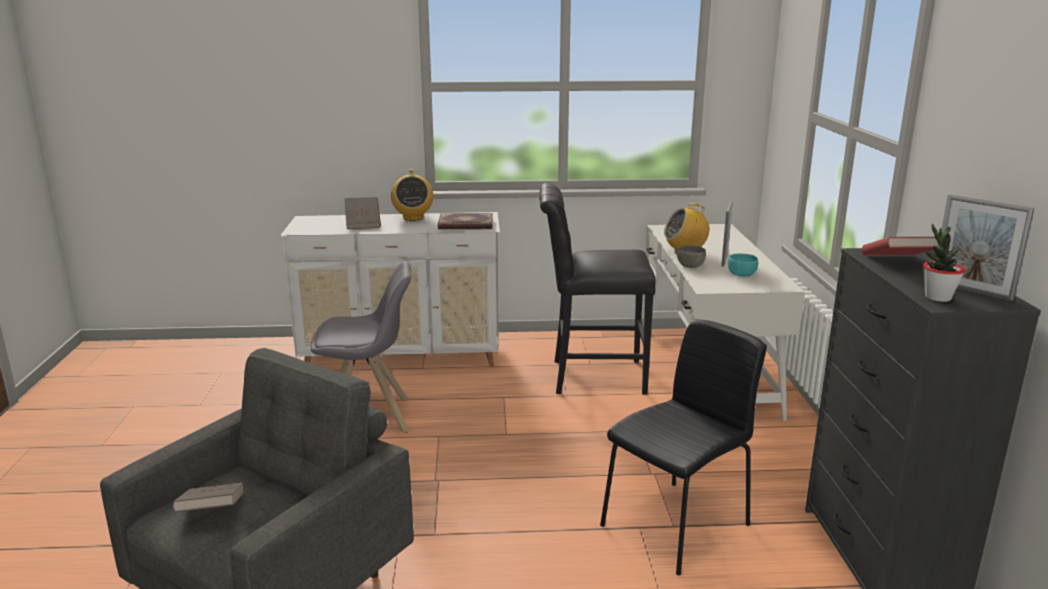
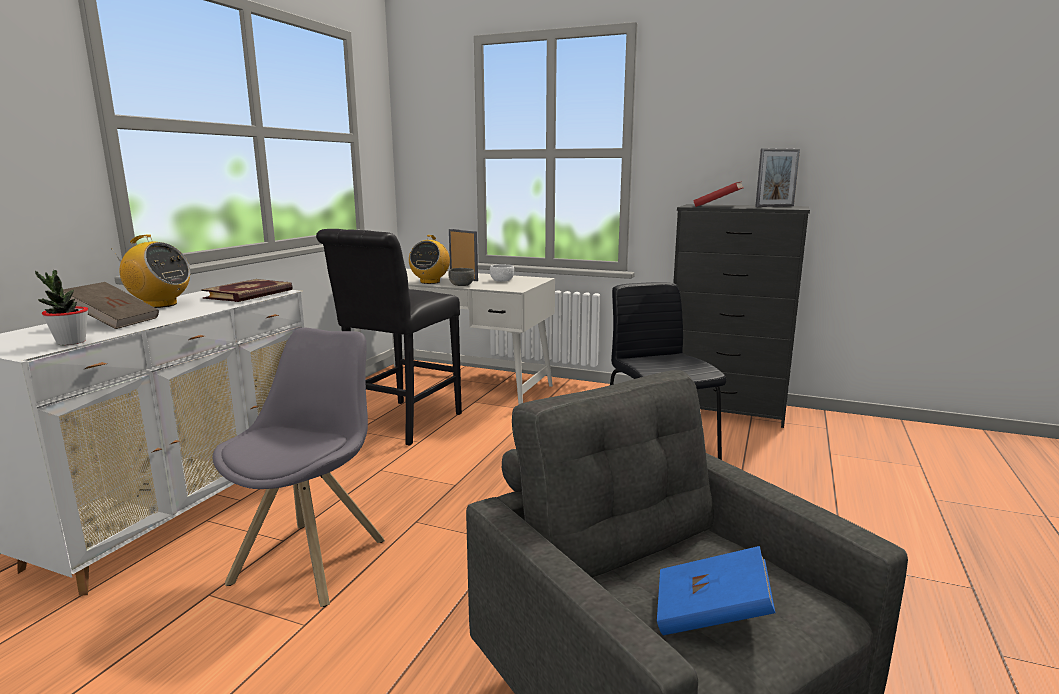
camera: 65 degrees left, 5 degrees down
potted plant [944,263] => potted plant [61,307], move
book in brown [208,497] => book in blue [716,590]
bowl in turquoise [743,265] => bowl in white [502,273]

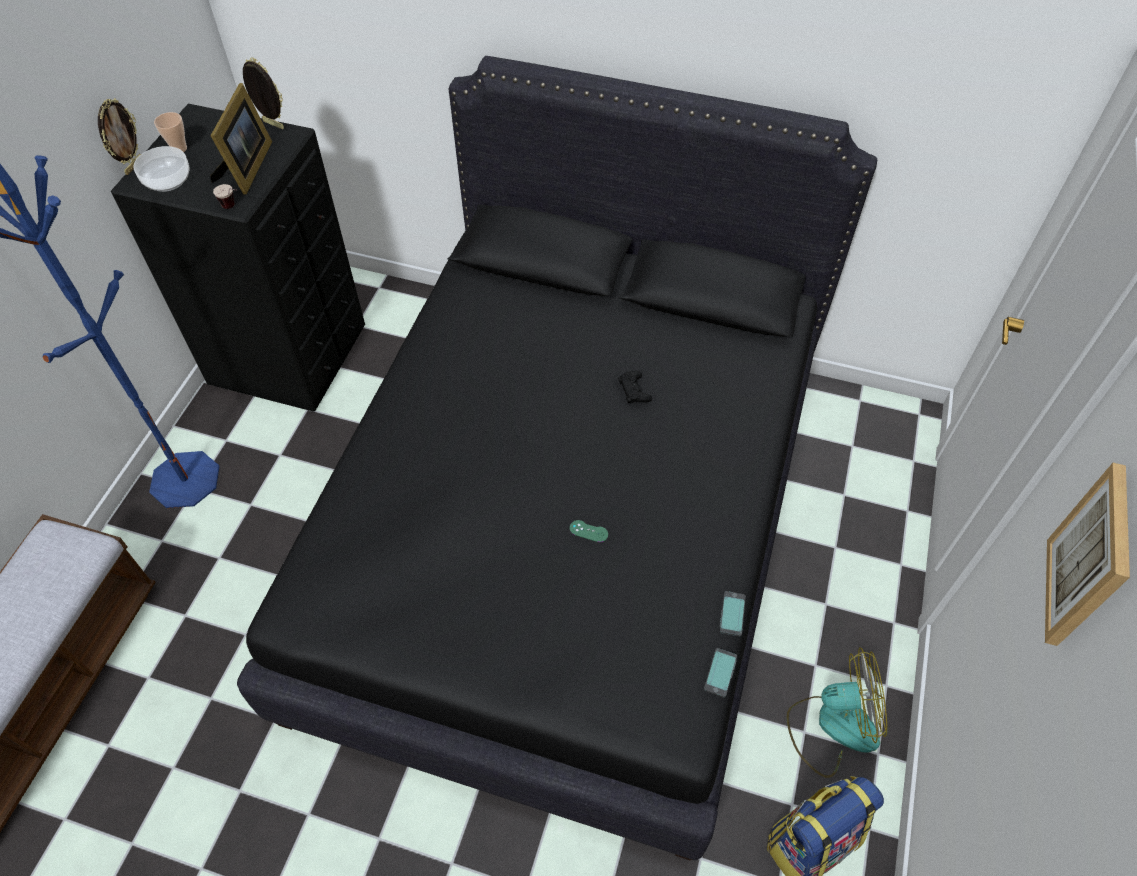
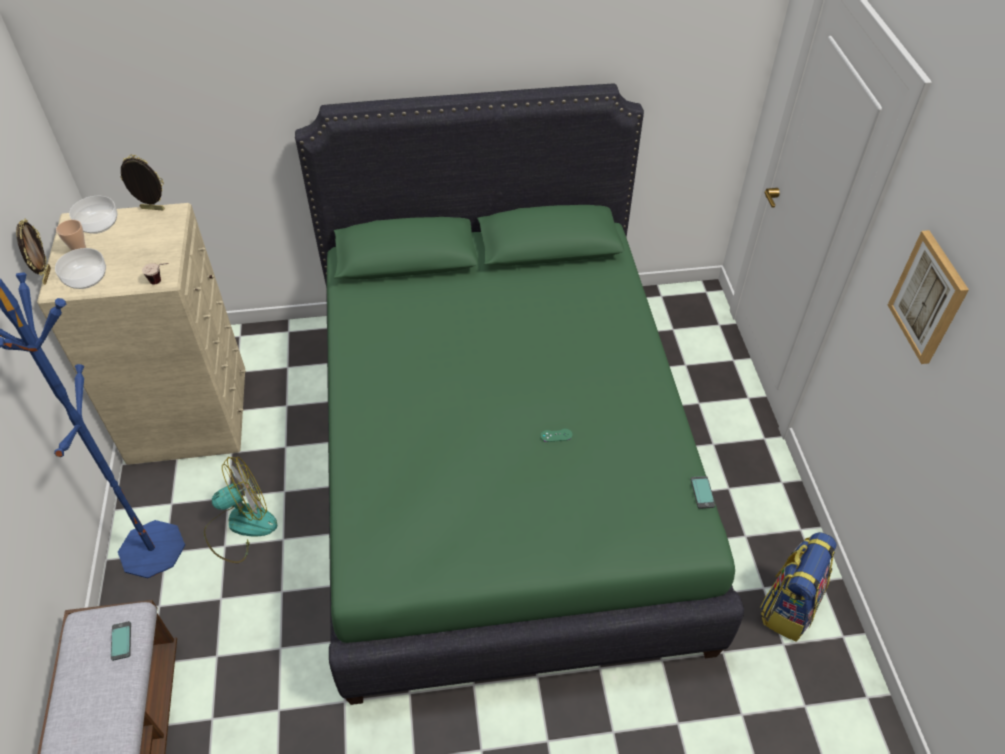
camera: 25 degrees left, 5 degrees down
picture frame [241,139] => nothing
game controller in black [635,387] => nothing
nothing => bowl [93,215]
phone [733,613] => phone [121,641], move
fan [837,712] => fan [241,510], move
dresser in black [238,258] => dresser in beige [141,334]
bed in black [557,458] => bed in green [519,394]

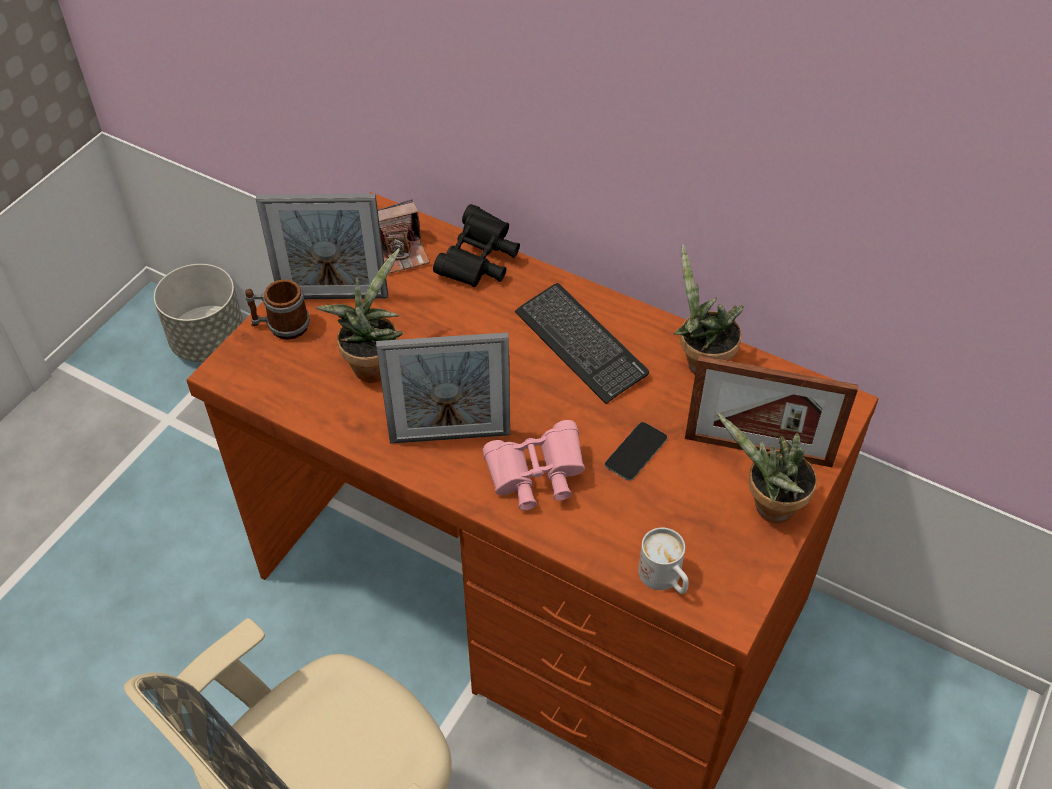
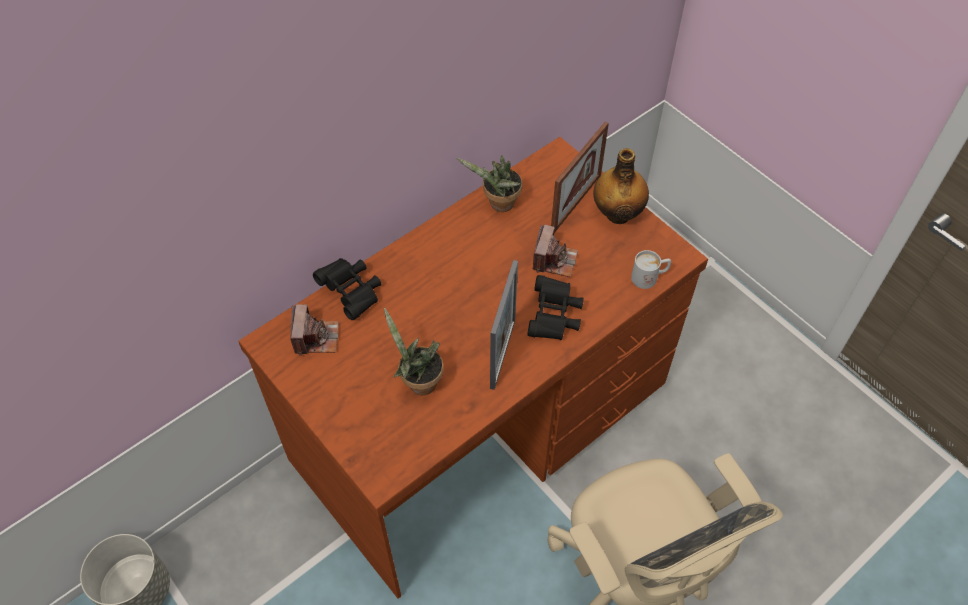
camera: 70 degrees left, 5 degrees up
mug [277,309] => nothing
picture frame [322,246] => nothing
keyboard [582,343] => nothing
phone [636,451] => photo camera [555,250]
potted plant [767,468] => bottle [621,186]
binoculars in pink [534,465] => binoculars in black [556,307]

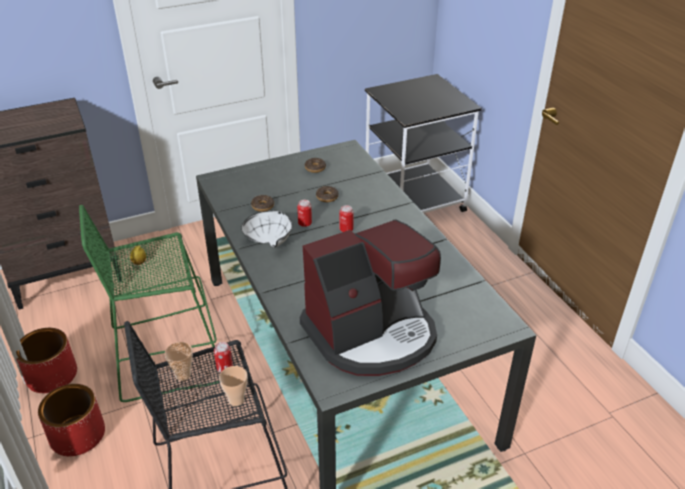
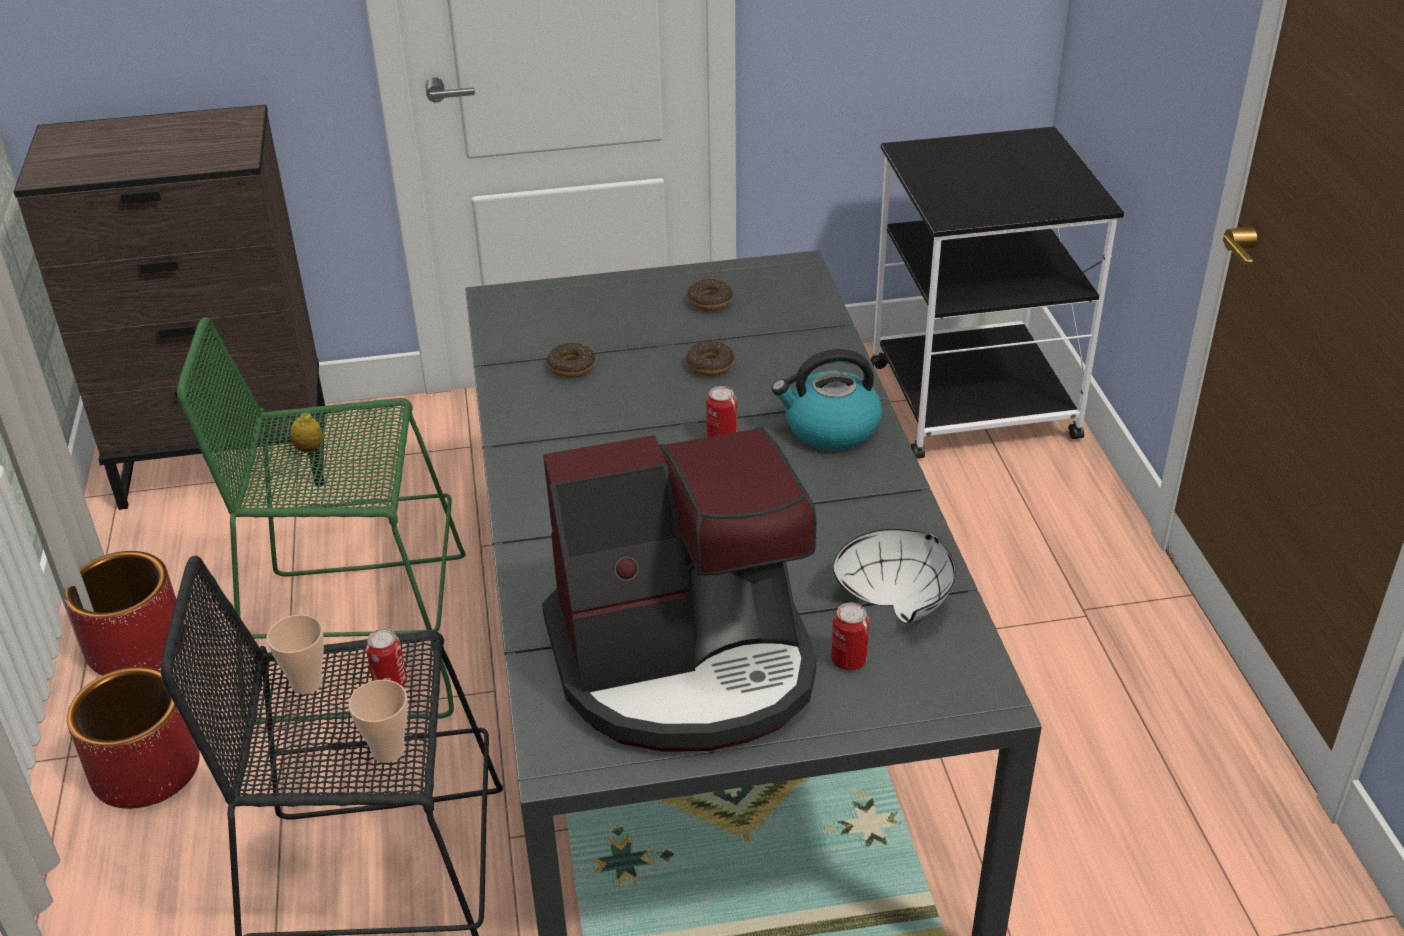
camera: 15 degrees right, 0 degrees up
nothing => kettle [827,399]
bowl in white [266,229] => bowl in white [894,576], move
can [304,213] => can [850,636], move

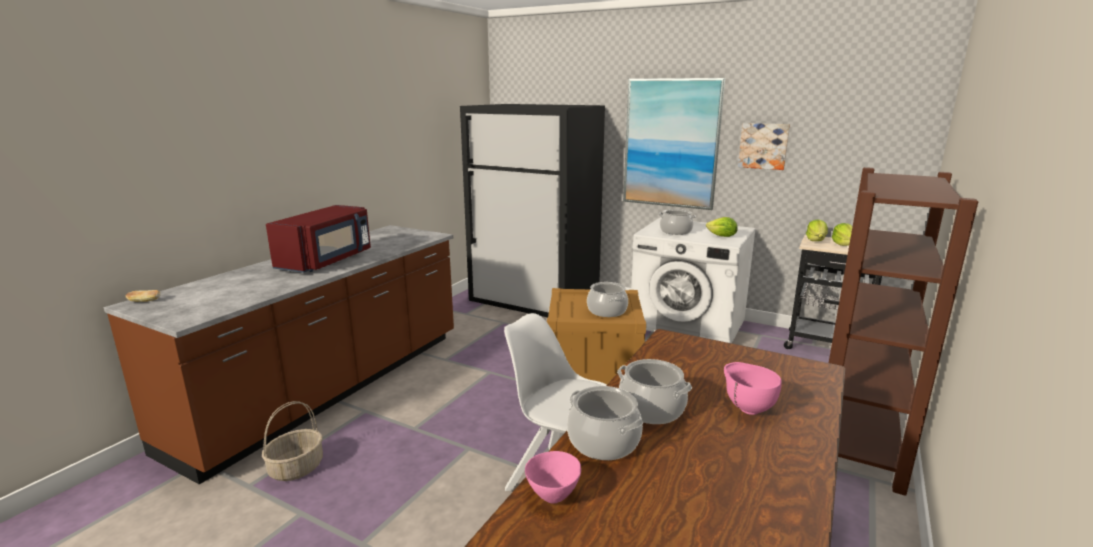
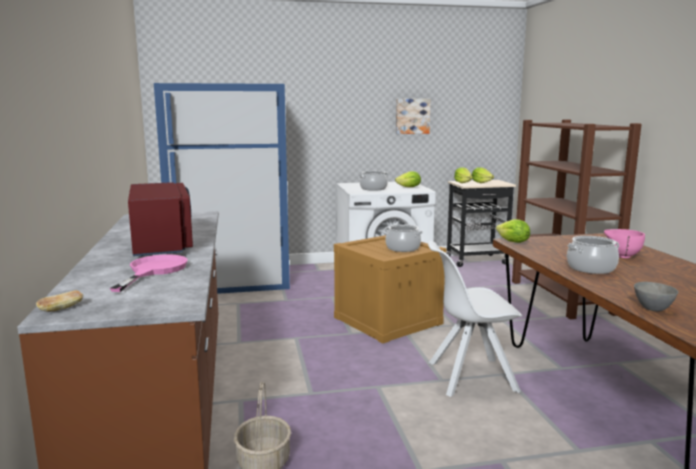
camera: 40 degrees left, 5 degrees down
cooking pot [605,423] => nothing
picture [674,144] => nothing
nothing => frying pan in pink [149,273]
nothing => lettuce [513,231]
fridge in black [532,210] => fridge in blue [222,188]
bowl in pink [553,477] => bowl in grey [656,297]

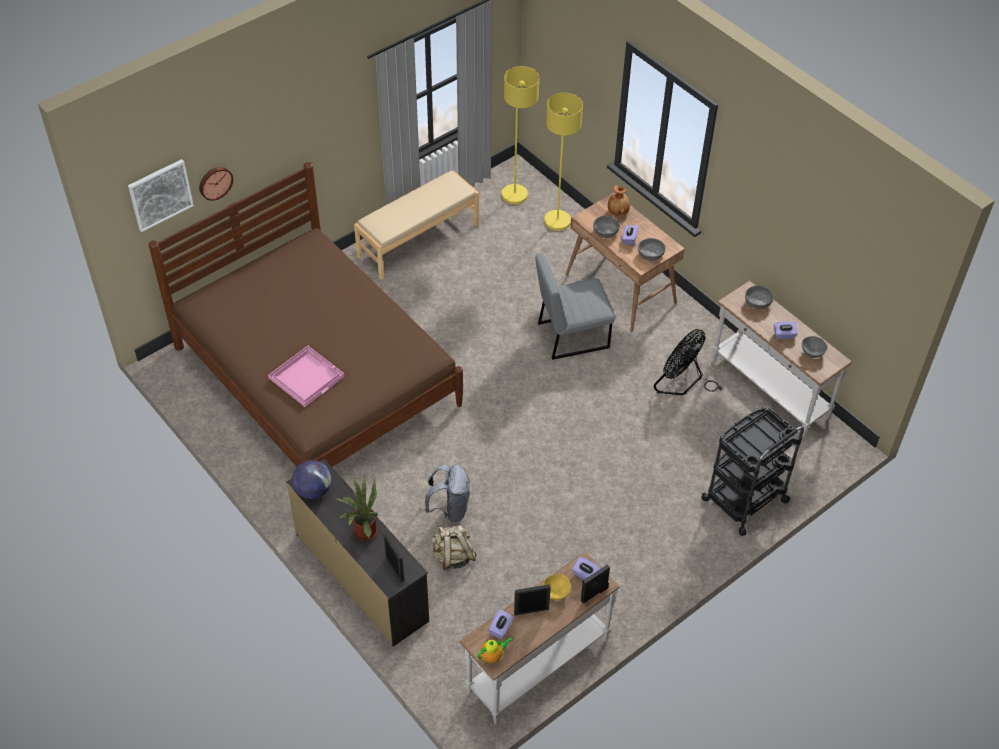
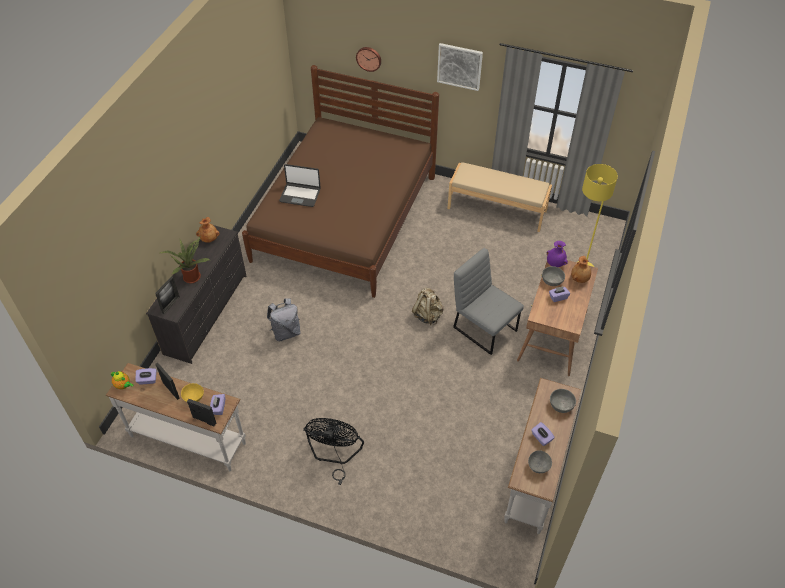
camera: 60 degrees right, 0 degrees up
floor lamp in yellow [520,135] => nothing
bowl in grey [651,249] => nothing
cart in black [752,471] => nothing
nothing => vase in purple [557,254]
picture [161,195] => picture [460,67], move
backpack in beige [454,548] => backpack in beige [428,306], move
fan in black [688,362] => fan in black [333,451], move
tray in pink [306,376] => laptop [300,185]
globe [311,479] => vase in brown [208,230]

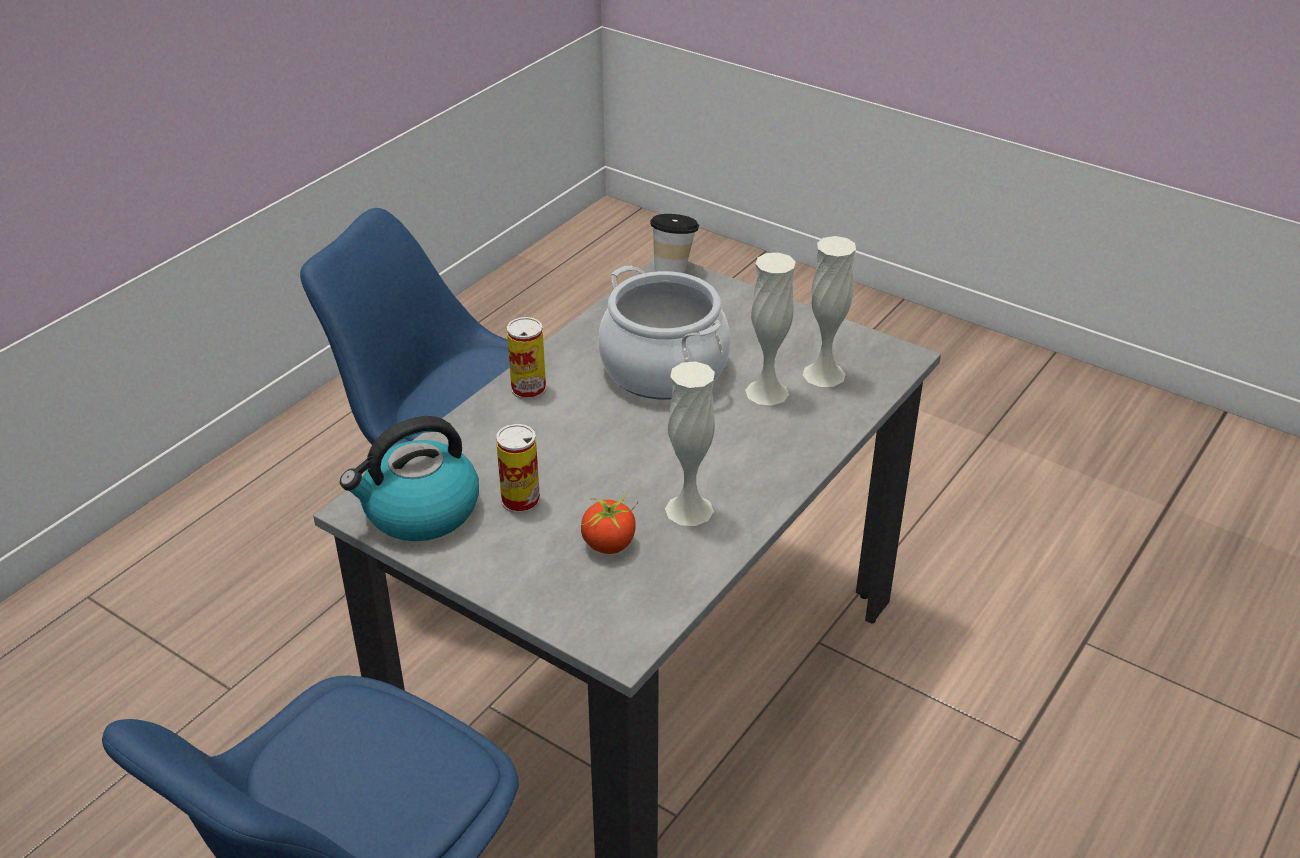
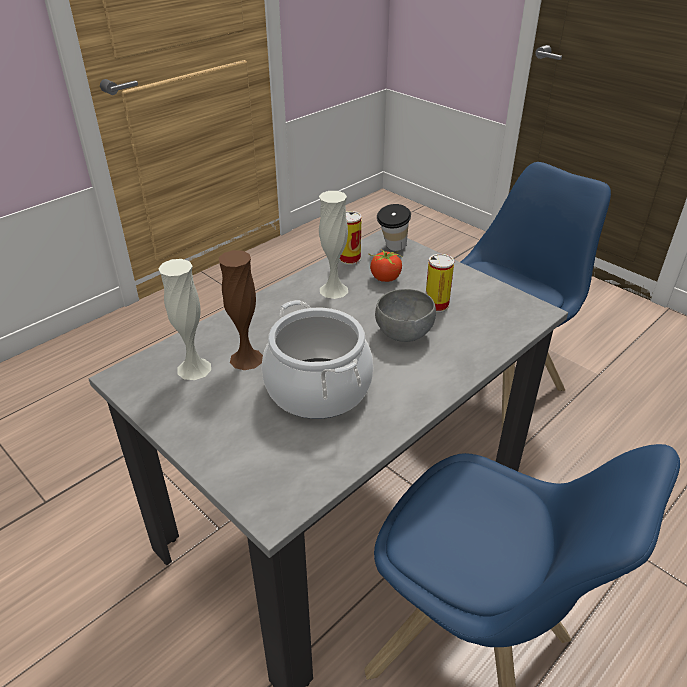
camera: 170 degrees left, 0 degrees up
kettle [409,478] => nothing
nothing => bowl in grey [405,315]
can [526,358] => can [350,238], move
cup [674,243] => cup [394,227], move
vase in white [770,329] => vase in brown [241,310]

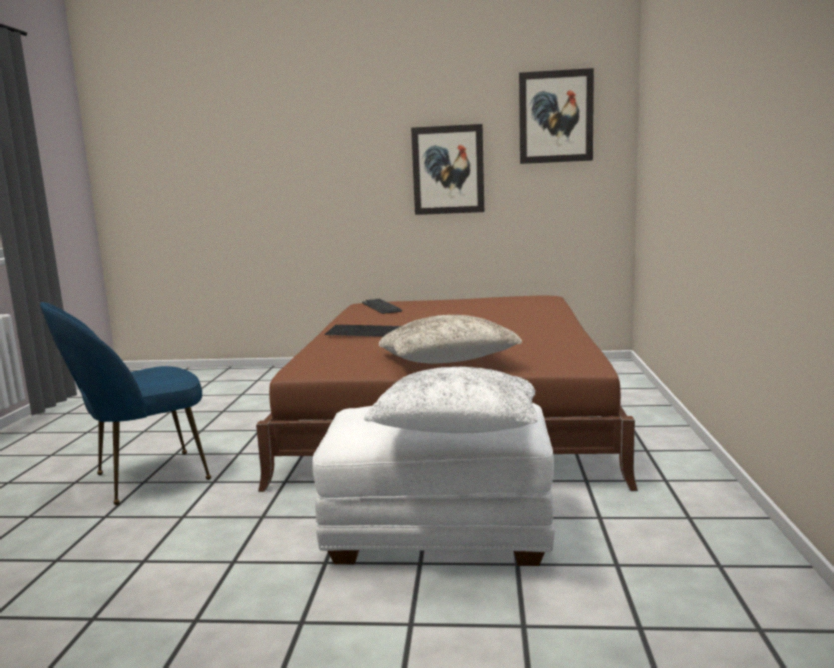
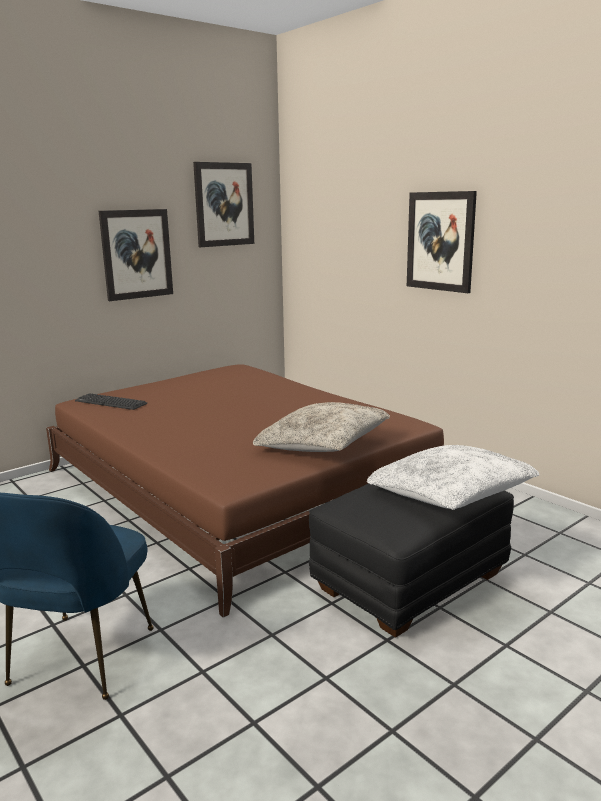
camera: 45 degrees left, 5 degrees up
keyboard [363,331] => nothing
nothing => picture [442,242]
ottoman in white [434,484] => ottoman in black [411,561]

